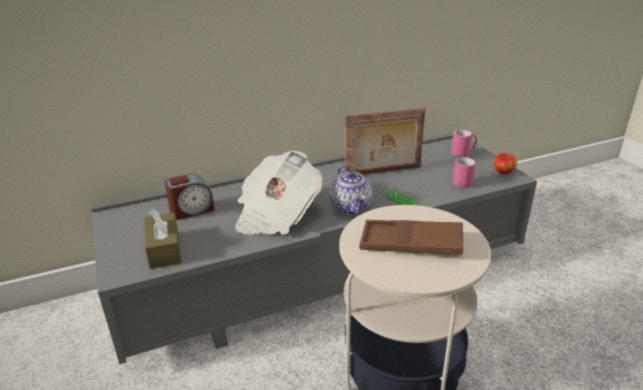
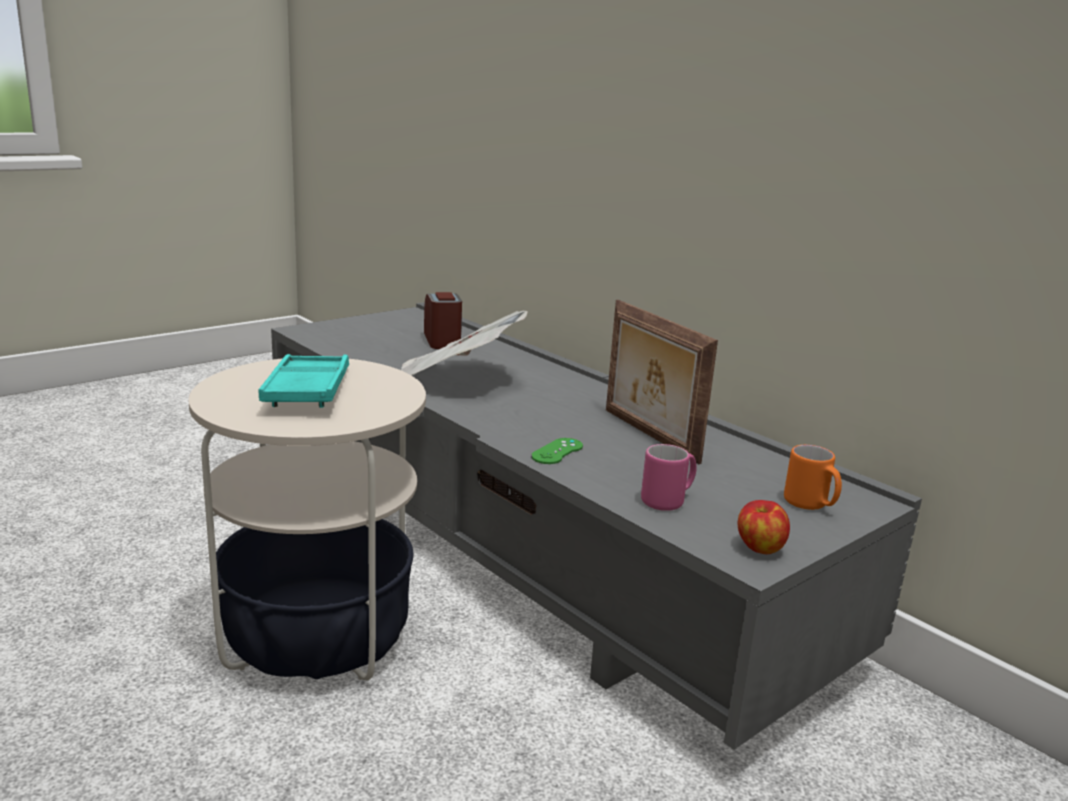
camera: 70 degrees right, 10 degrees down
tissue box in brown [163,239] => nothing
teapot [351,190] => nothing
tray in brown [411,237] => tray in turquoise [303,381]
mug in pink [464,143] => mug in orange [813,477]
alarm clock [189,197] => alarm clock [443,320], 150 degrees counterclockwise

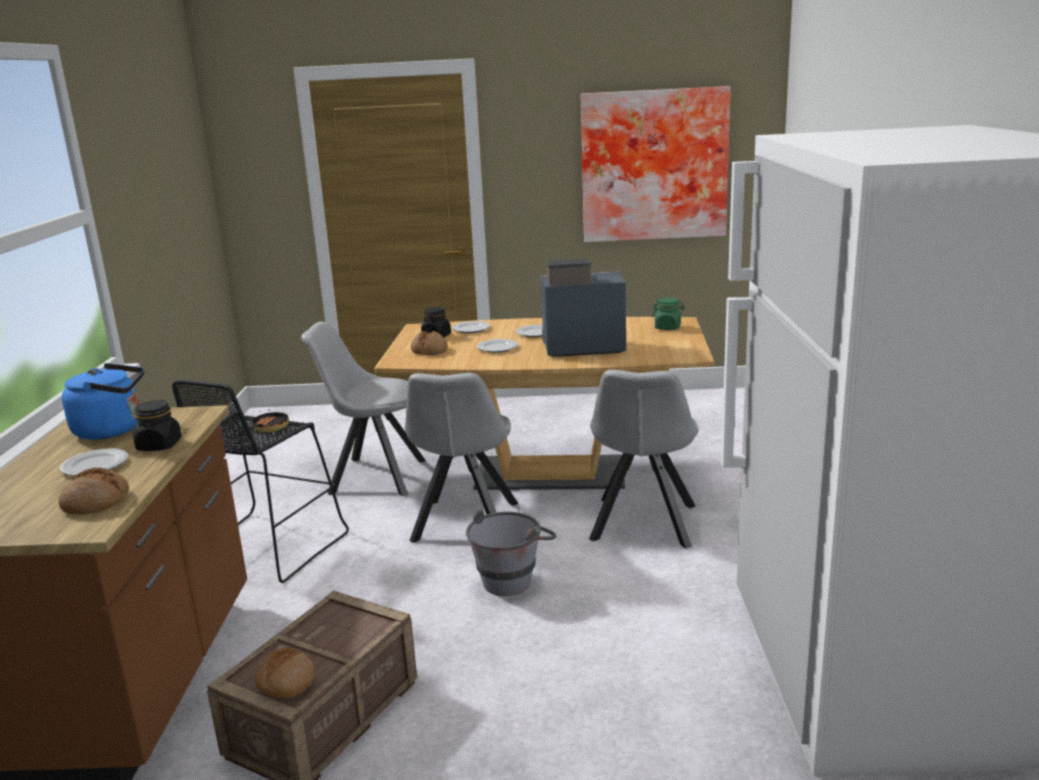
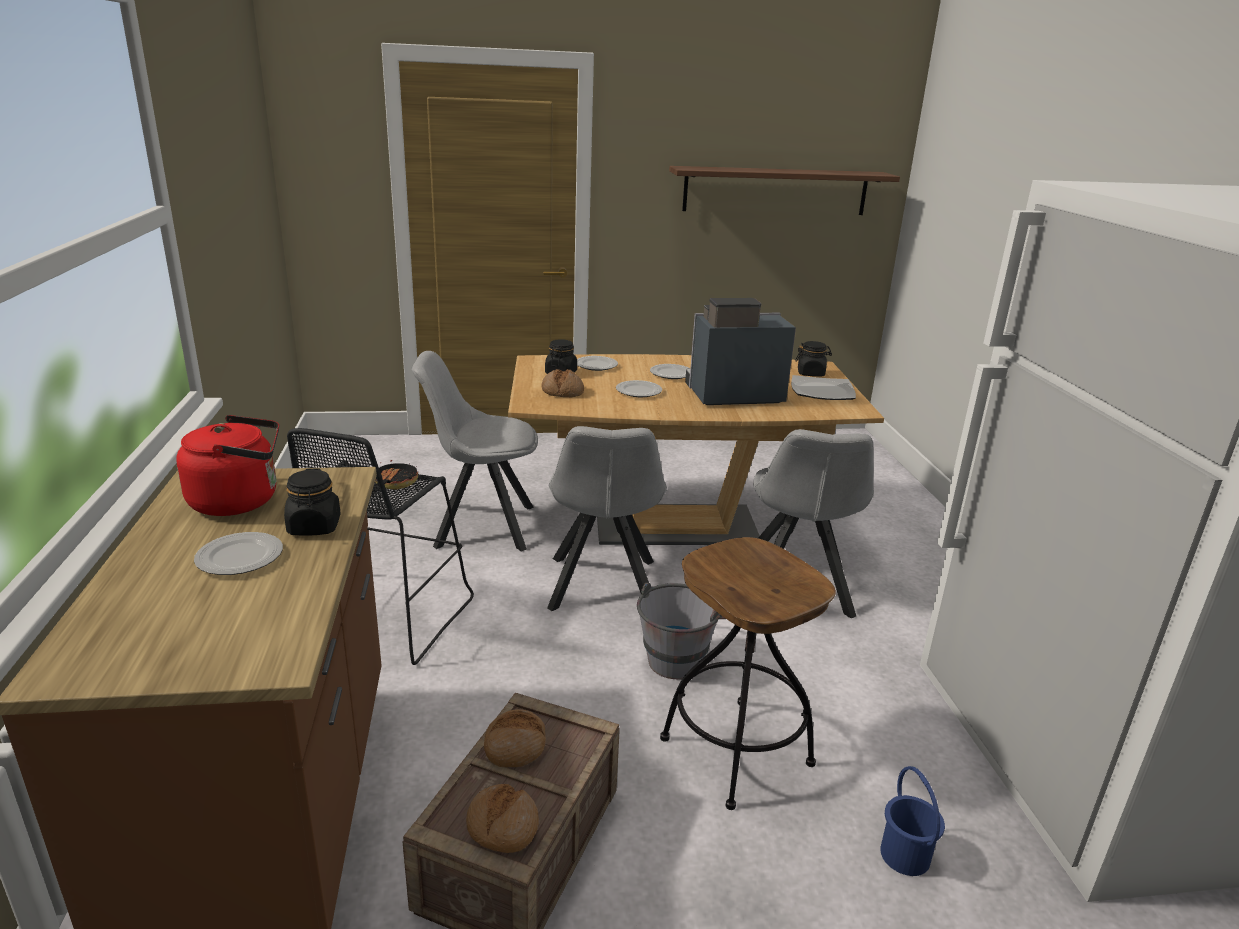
camera: 10 degrees left, 5 degrees up
nothing => stool in brown [748,673]
nothing => plate [823,387]
nothing => bucket in blue [912,821]
bread [94,491] => bread [515,738], move
picture [656,164] => shelf [784,190]
kettle in blue [103,401] => kettle in red [227,465]
jar in green [668,314] => jar in black [813,359]

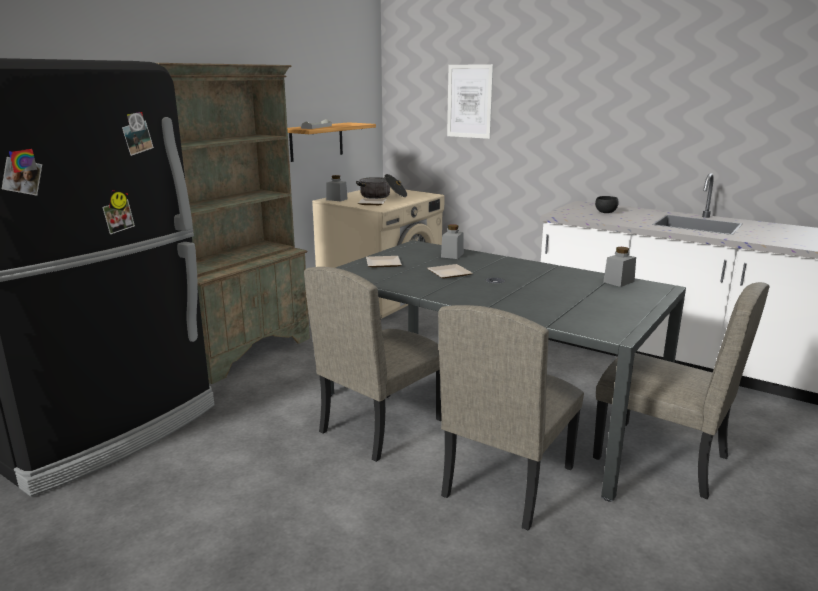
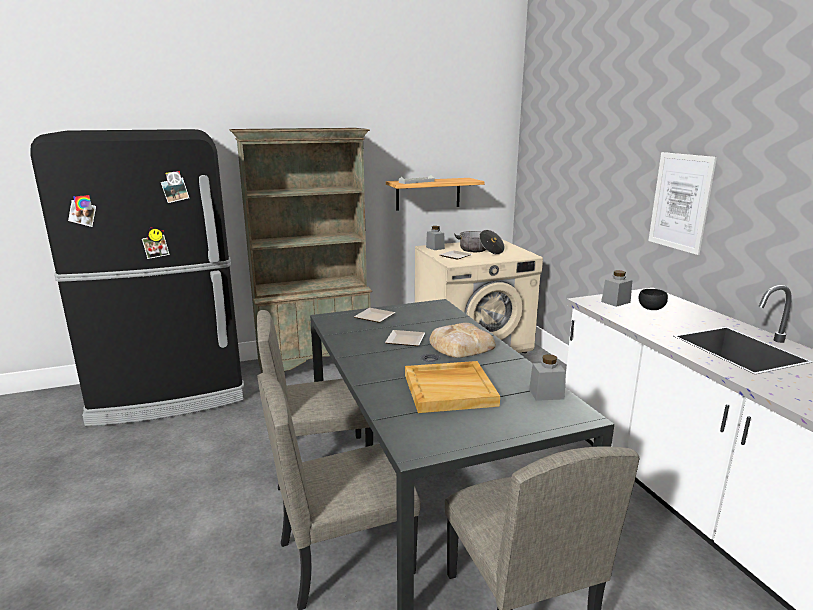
camera: 35 degrees right, 0 degrees up
nothing => tray in beige [452,387]
nothing => bread [462,340]
jar in grey [452,241] => jar in grey [616,288], move
picture [470,101] => picture [682,203], move

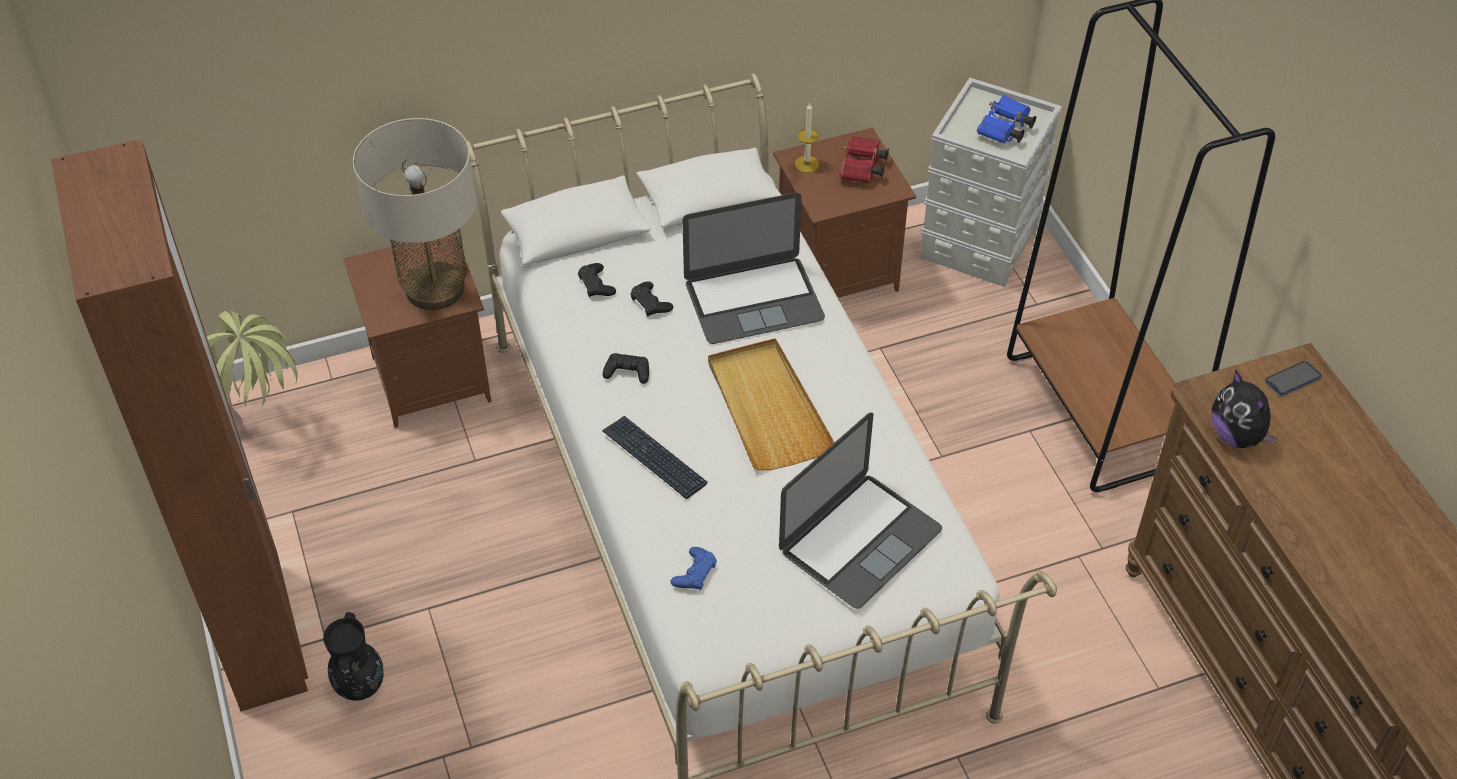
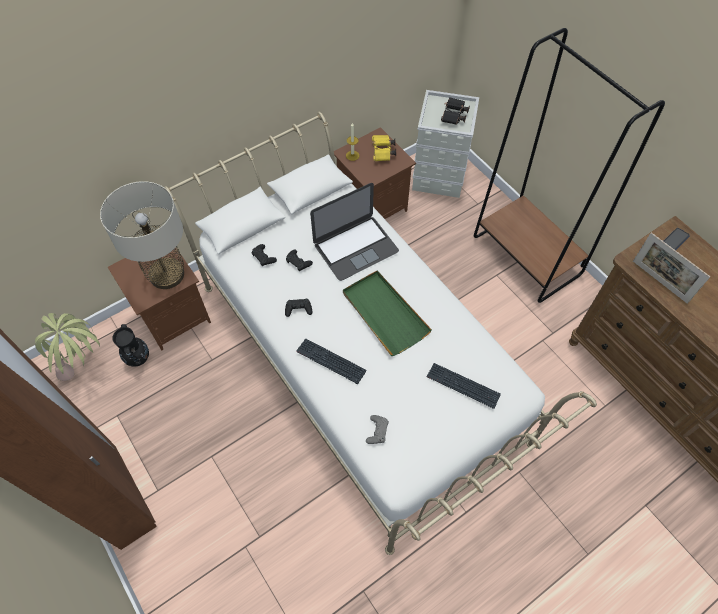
camera: 15 degrees left, 10 degrees up
vase in black [353,656] => vase in black [130,345], move
laptop [860,510] => keyboard [464,386]
plush toy [1245,408] => picture frame [671,268]
game controller in blue [694,568] => game controller in grey [377,429]
tray in beige [771,404] => tray in green [387,313]
binoculars in red [864,159] => binoculars in yellow [384,148]
binoculars in blue [1006,119] => binoculars in black [455,111]

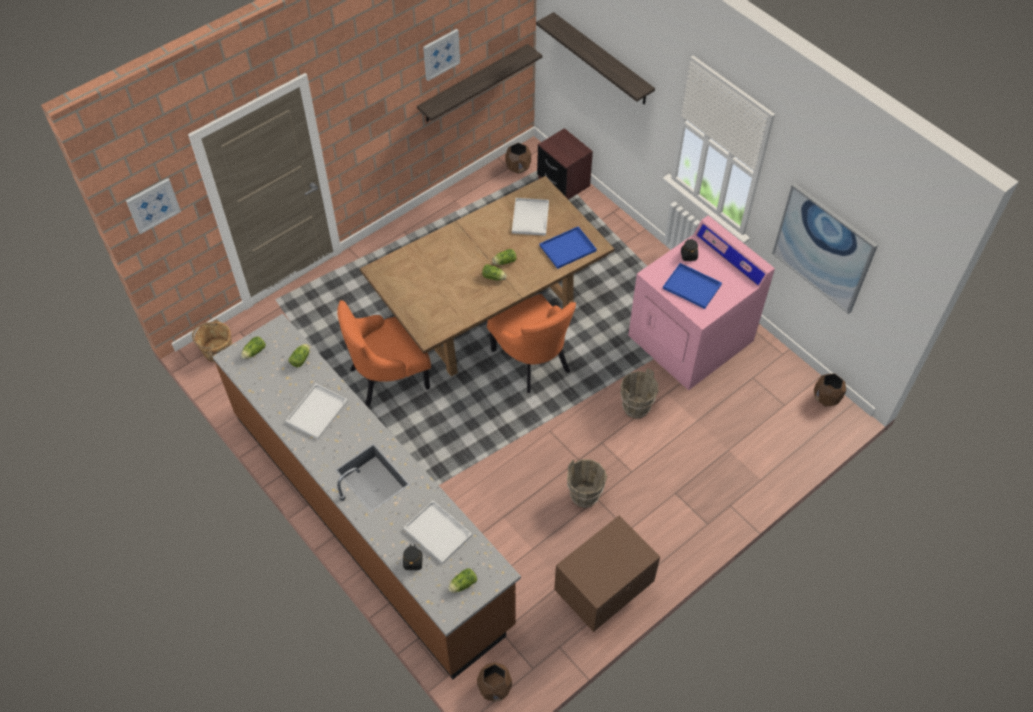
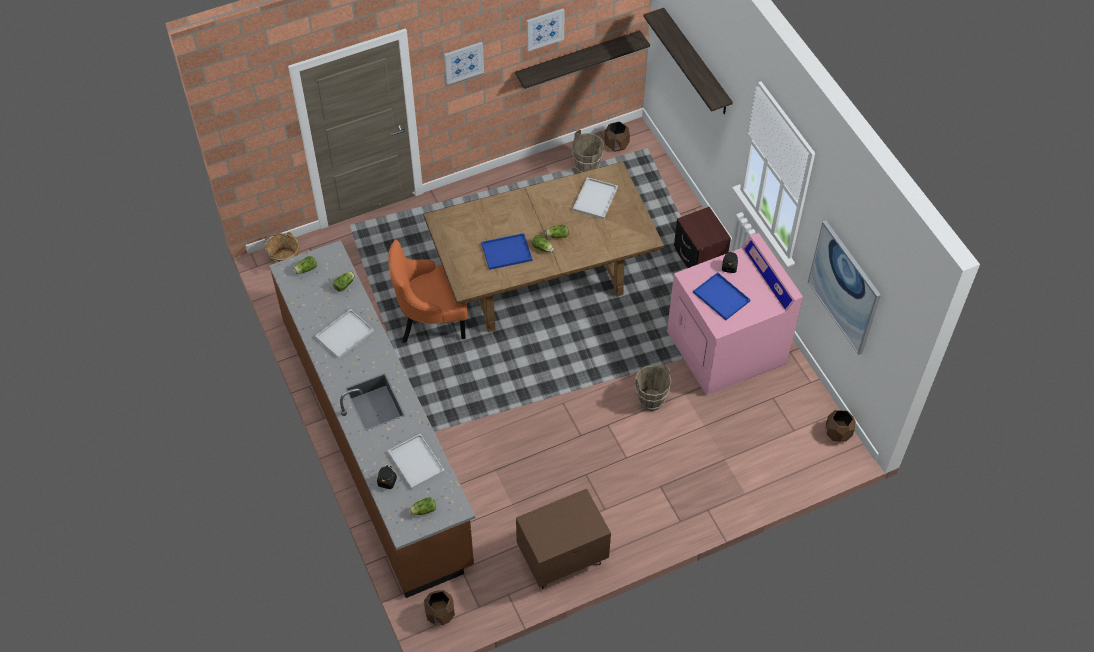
camera: 15 degrees right, 0 degrees up
chair in orange [531,343] => nothing
picture [153,206] => picture [464,63], move
nightstand in brown [565,164] => nightstand in brown [702,237], move
tray in blue [568,247] => tray in blue [506,251], move
bucket in brown [587,483] => bucket in brown [588,151], move

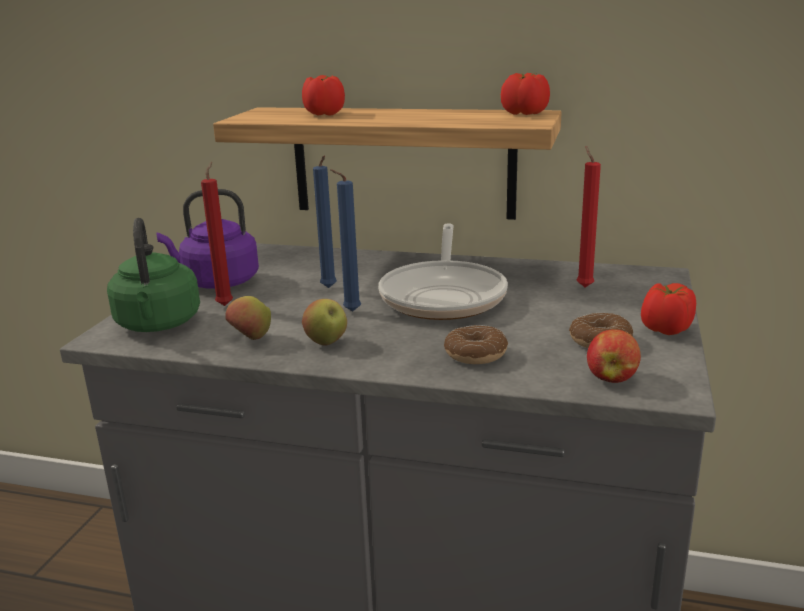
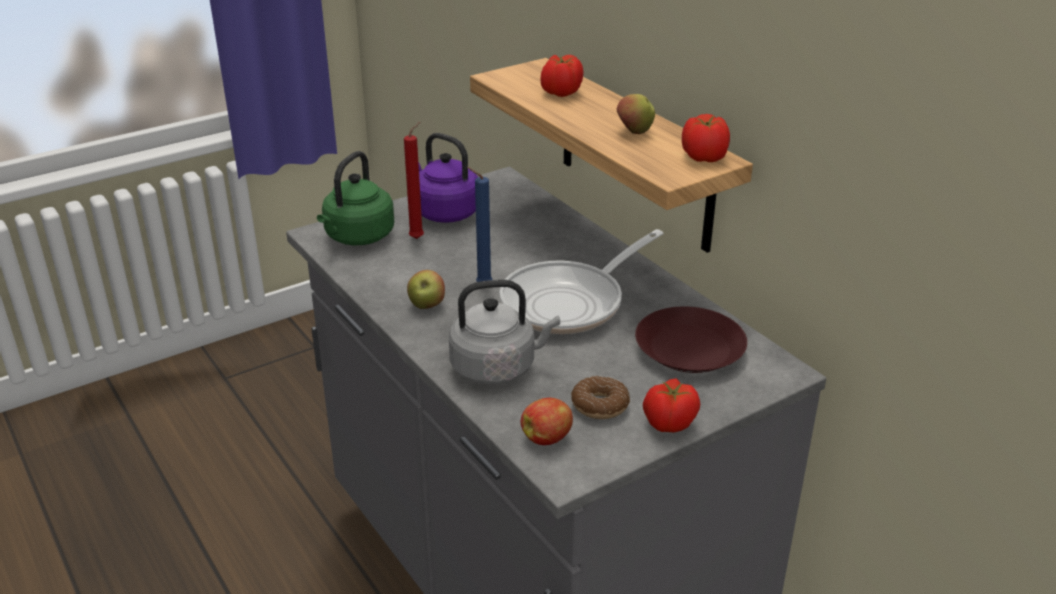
camera: 40 degrees right, 10 degrees up
candle in blue [325,221] => nothing
apple [248,318] => apple [636,114], move
donut [476,344] => kettle in grey [504,332]
candle in red [589,216] => plate in brown [691,340]

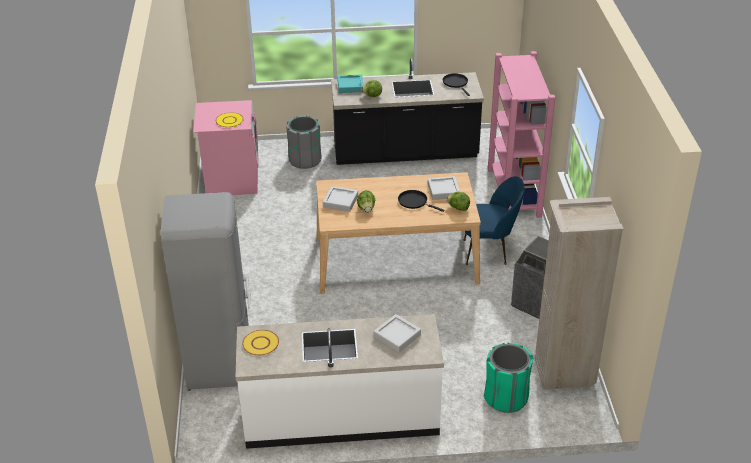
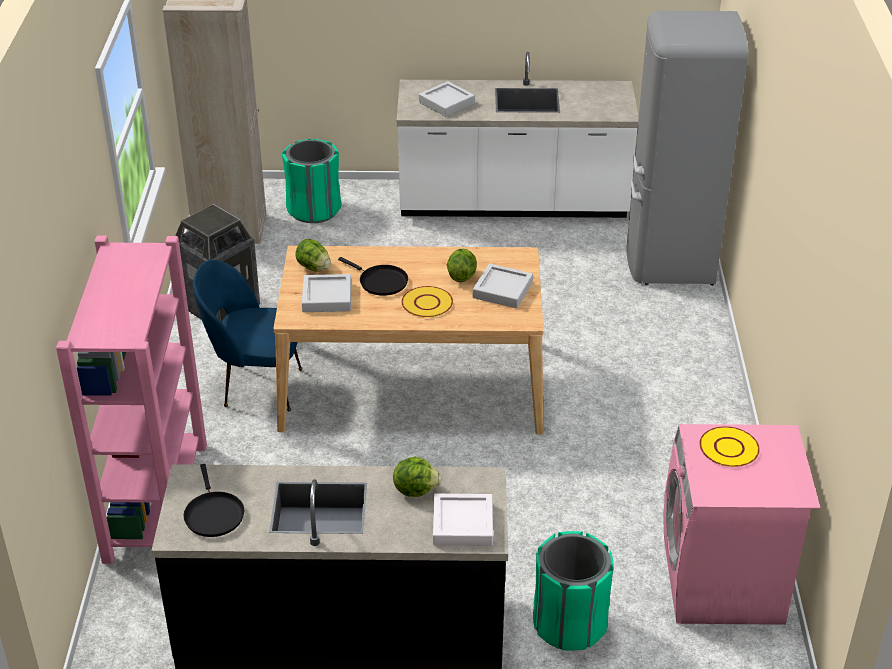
camera: 175 degrees left, 0 degrees up
plate in yellow [260,342] => plate in yellow [427,302], move
trash can in grey [304,142] => trash can in green [573,591]
tray in turquoise [350,83] => tray in white [463,520]

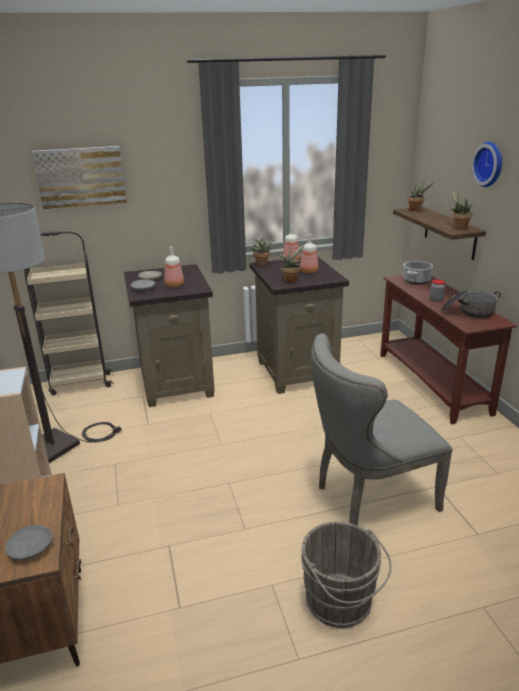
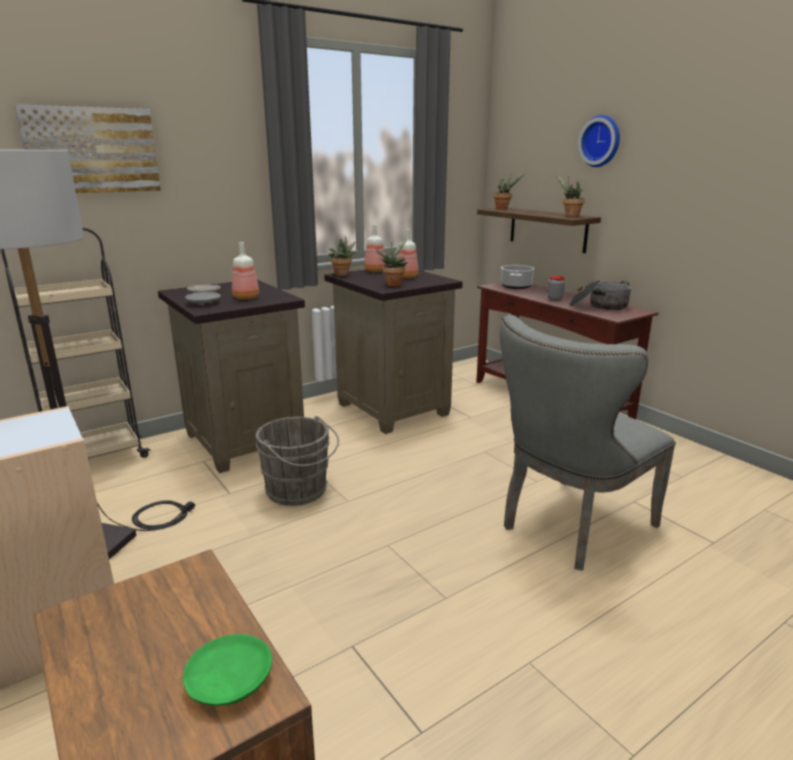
camera: 20 degrees left, 5 degrees down
bucket in grey [346,575] => bucket in grey [297,461], move
plate in grey [29,542] => plate in green [227,670]

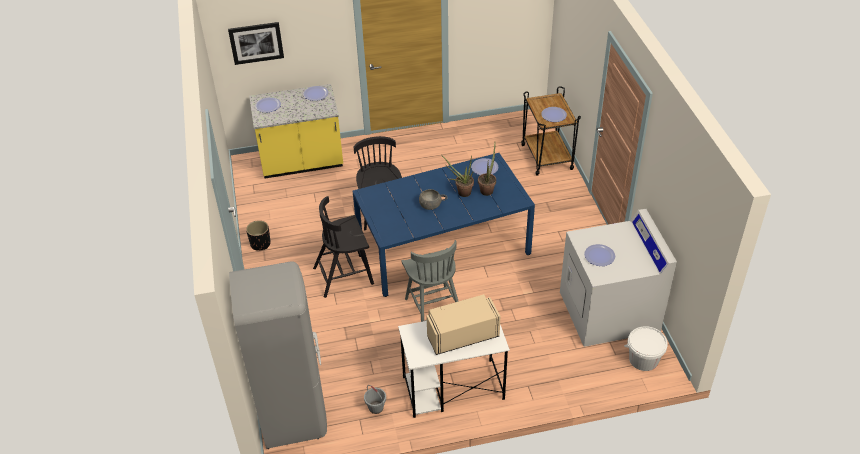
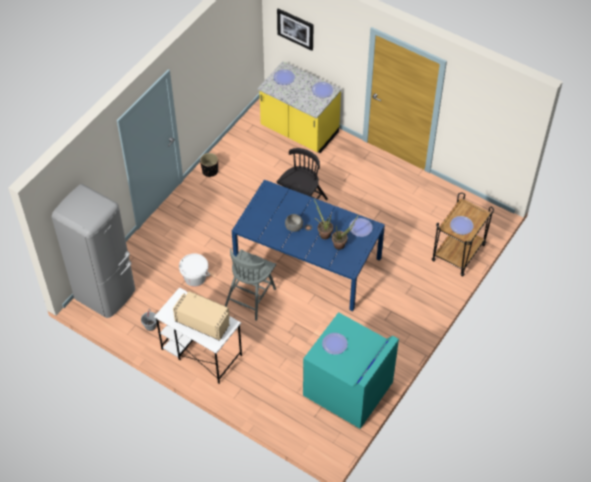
camera: 45 degrees right, 10 degrees up
chair in black [343,247] => nothing
bucket in white [646,348] => bucket in white [194,270], move
washing machine in white [618,278] => washing machine in turquoise [351,370]

